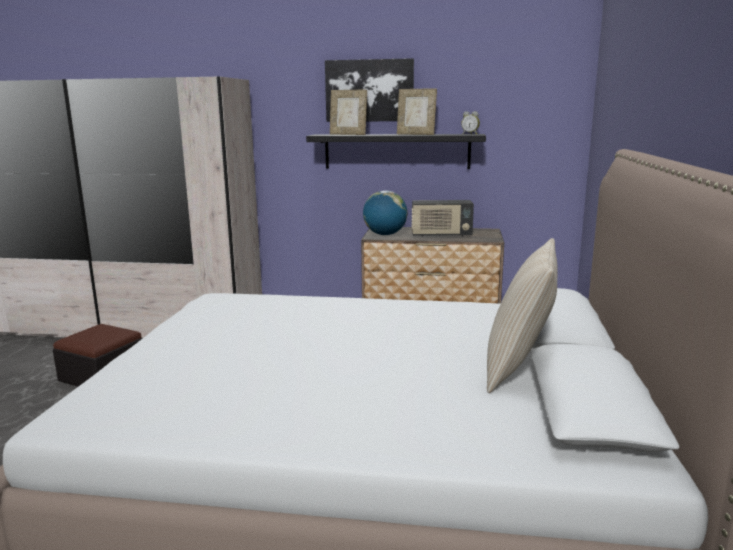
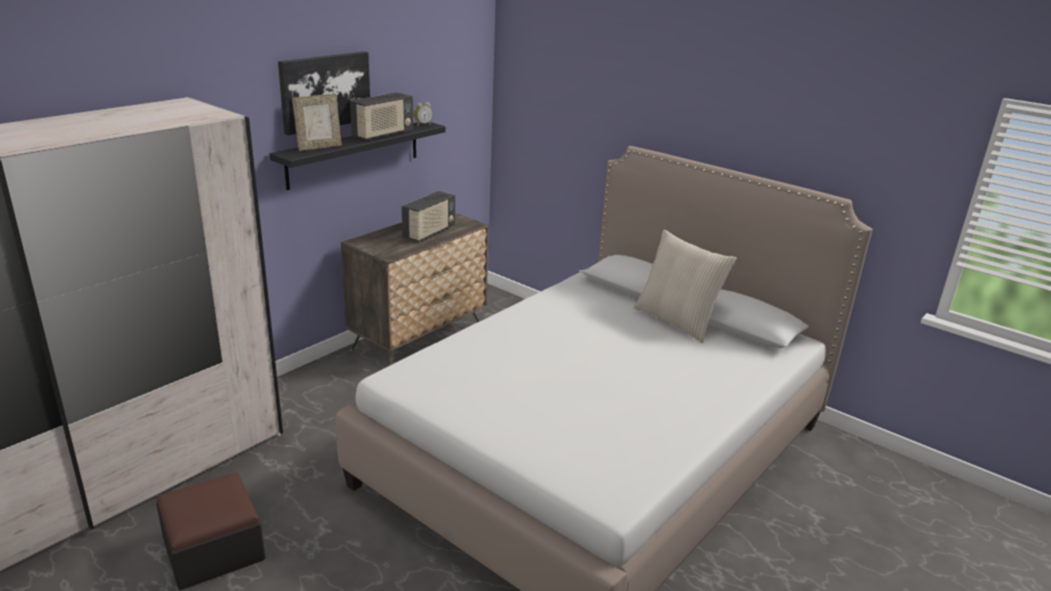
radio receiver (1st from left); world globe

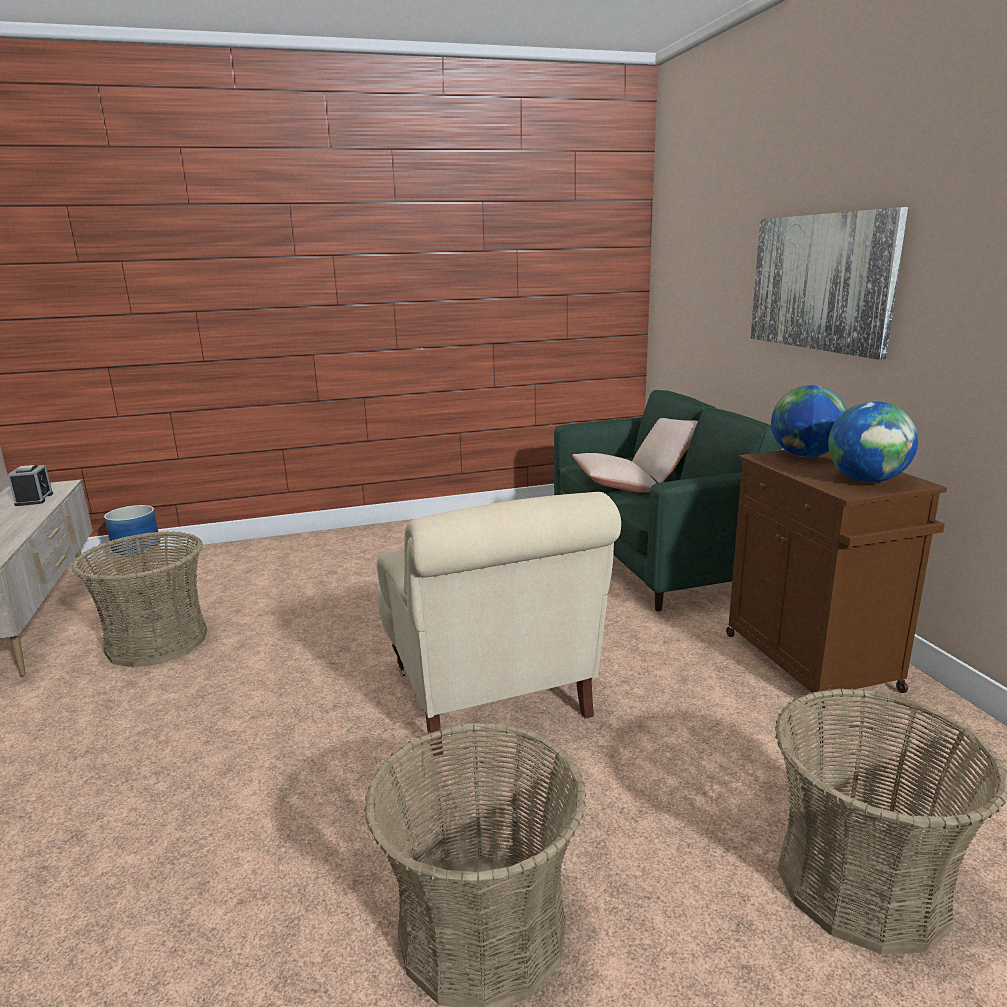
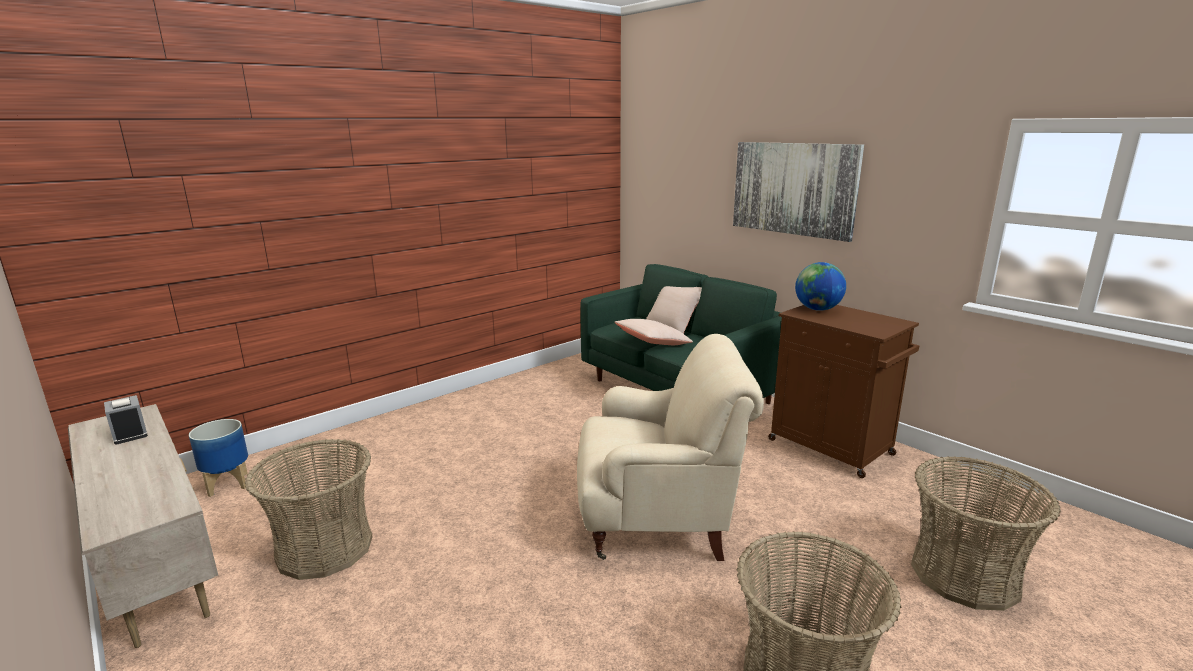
sand-coloured lounge chair; world globe (2nd from left in the first image)

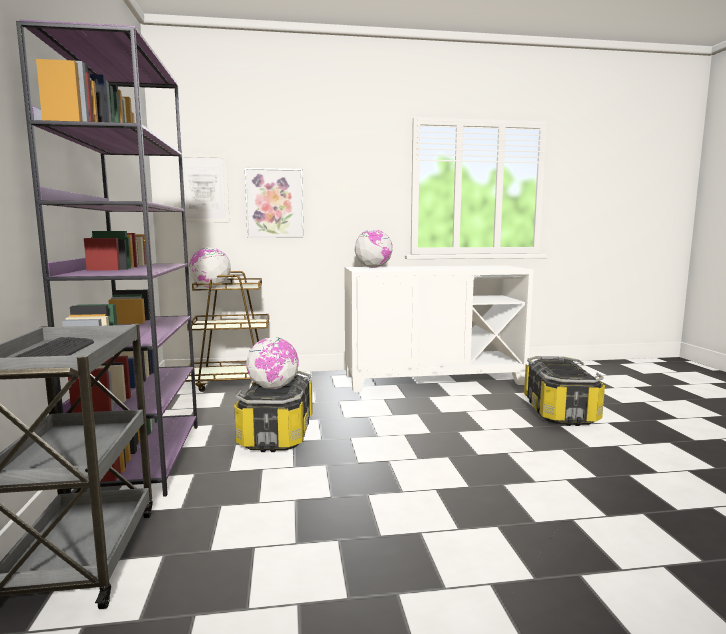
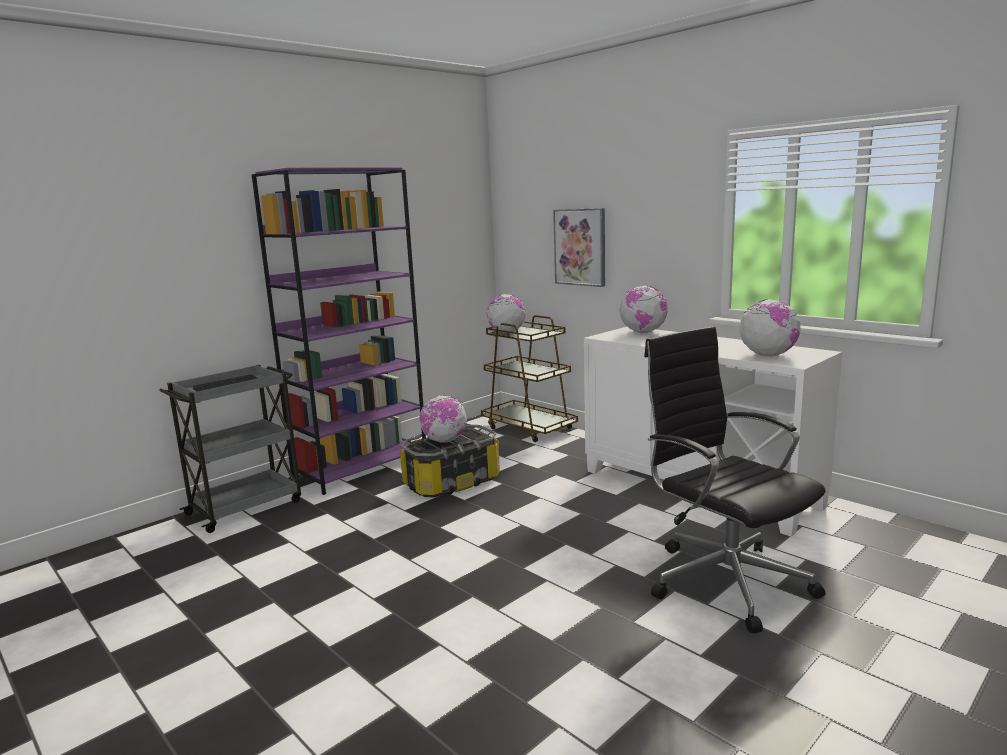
black-coloured desk chair; world globe (4th from left); picture (1st from left in the first image)

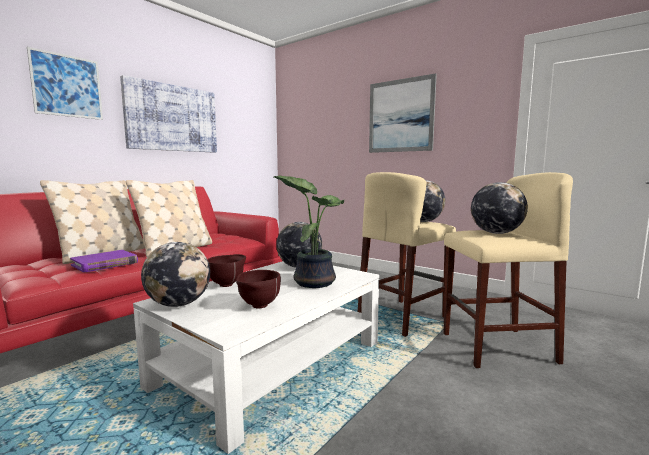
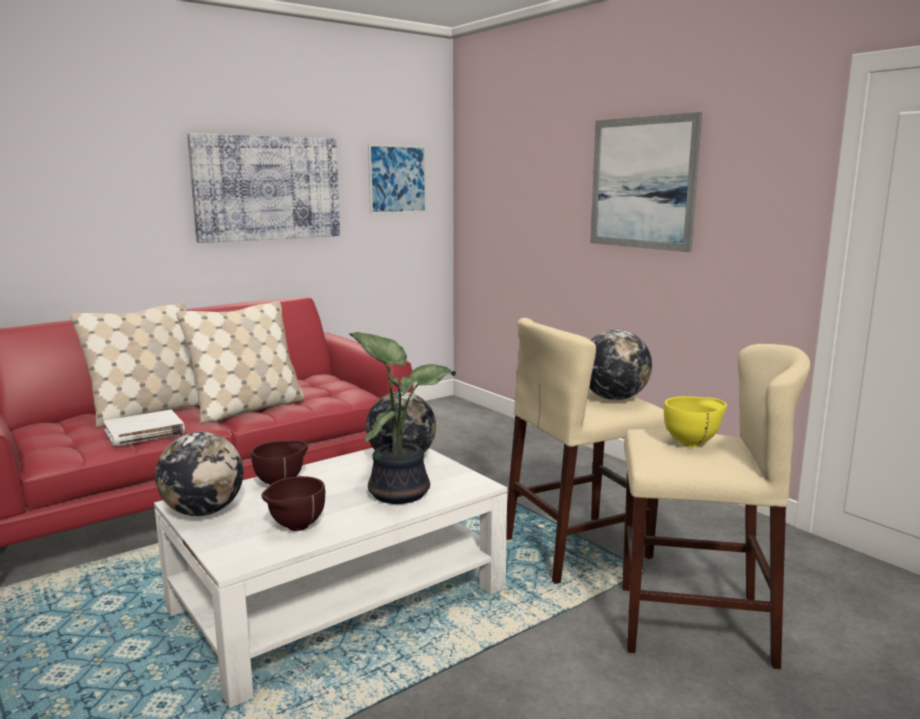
white-coloured book; picture (2nd from left); yellowish serving bowl

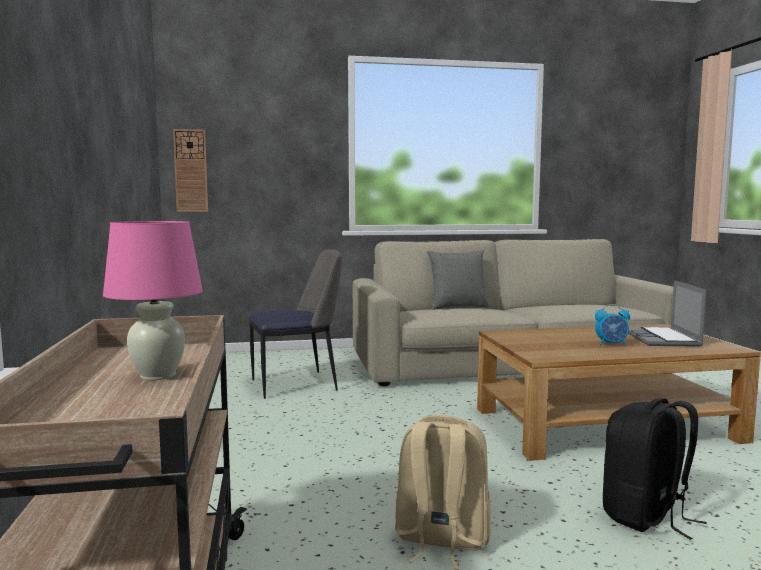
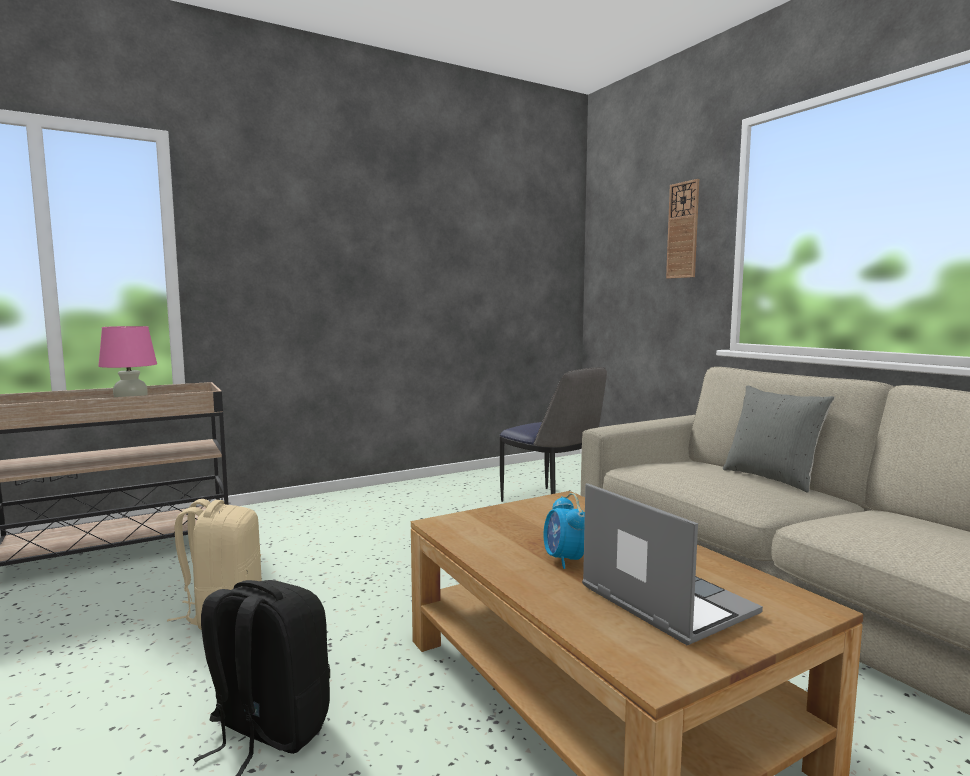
portable computer; clock on the wall

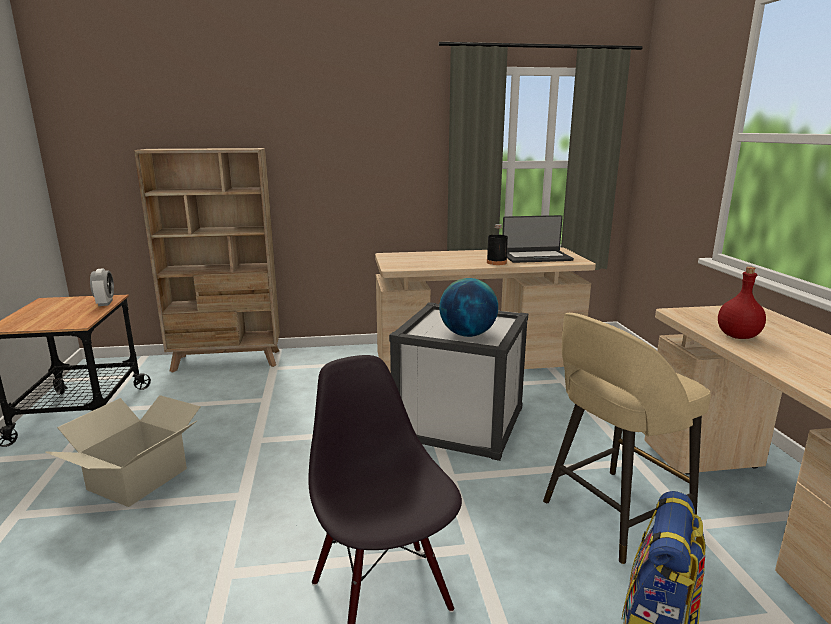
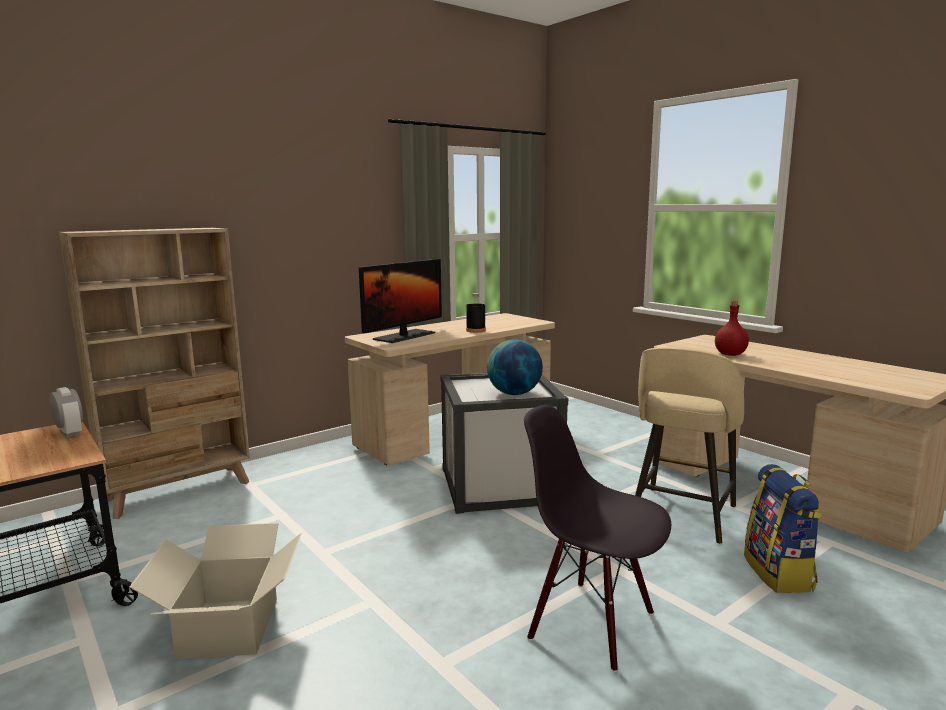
monitor; portable computer

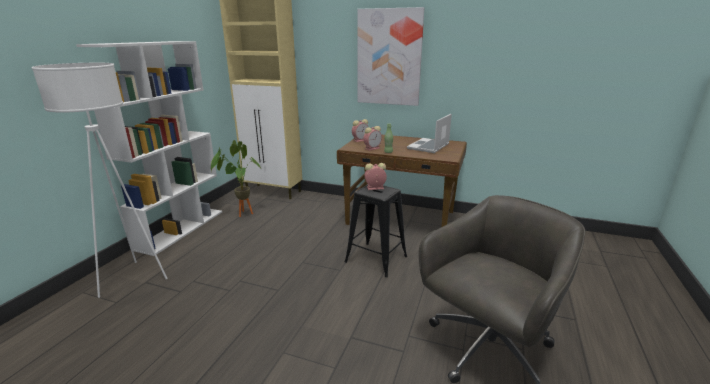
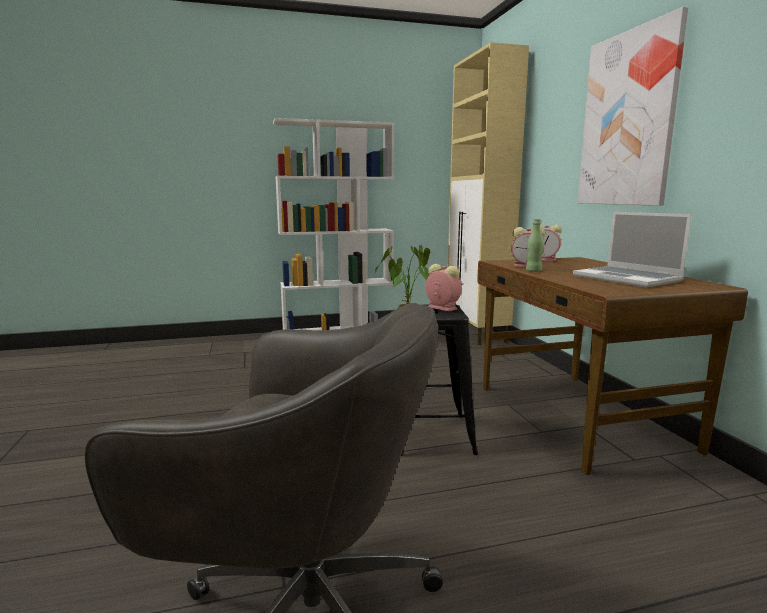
portable computer; white-coloured standard lamp

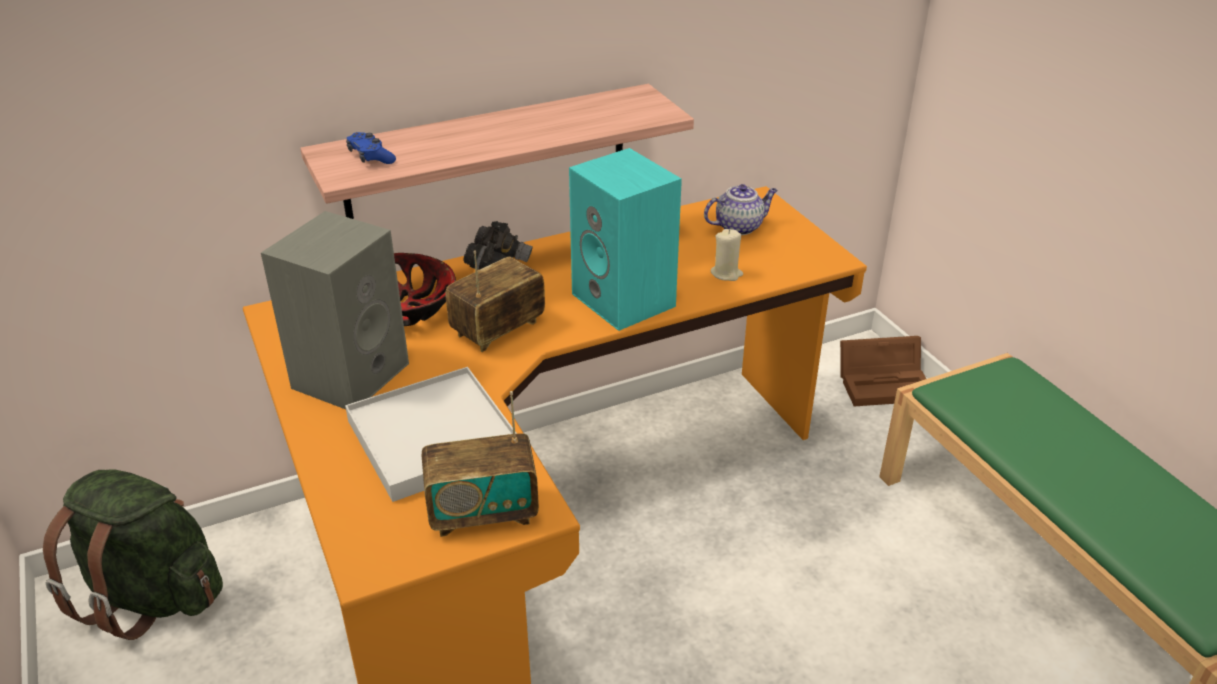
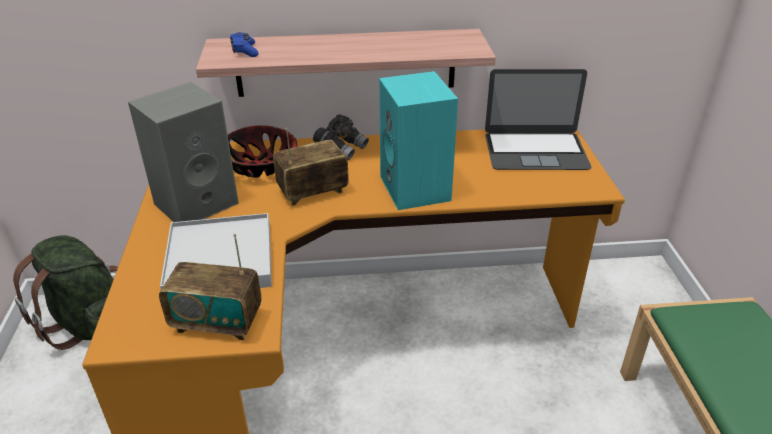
portable computer; sand-coloured candle; brown-coloured storage box

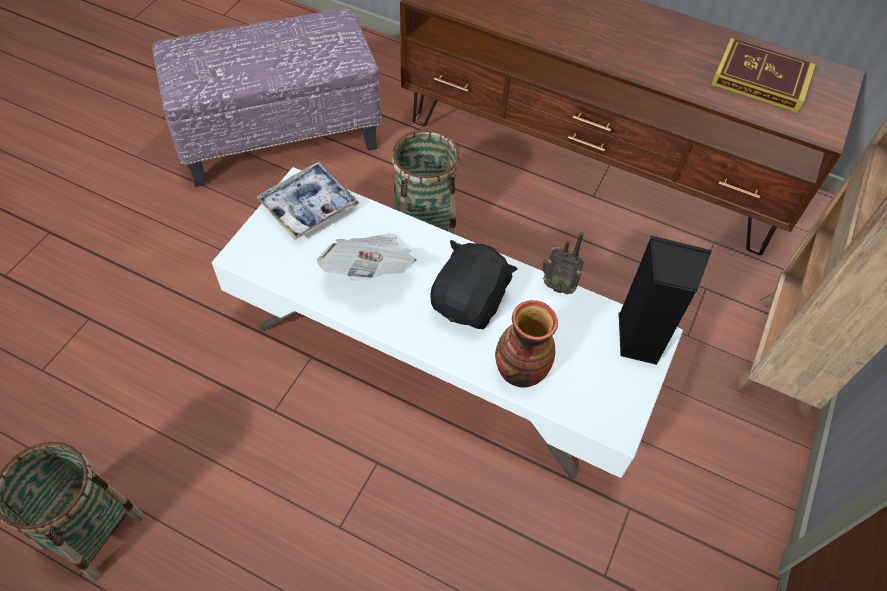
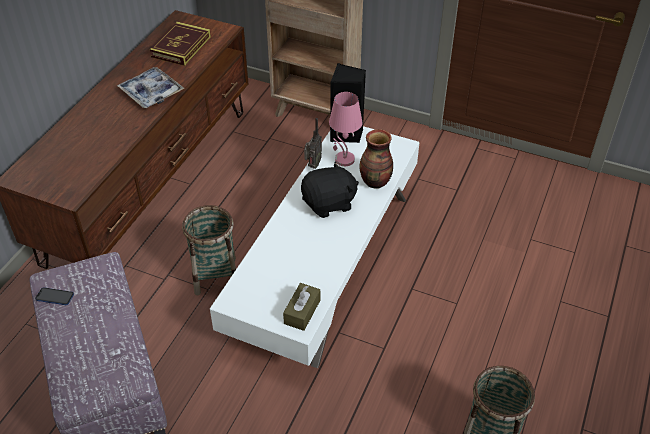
phone; carrying tray; brown-coloured box of tissues; black-coloured plush toy; pink table lamp; newspaper

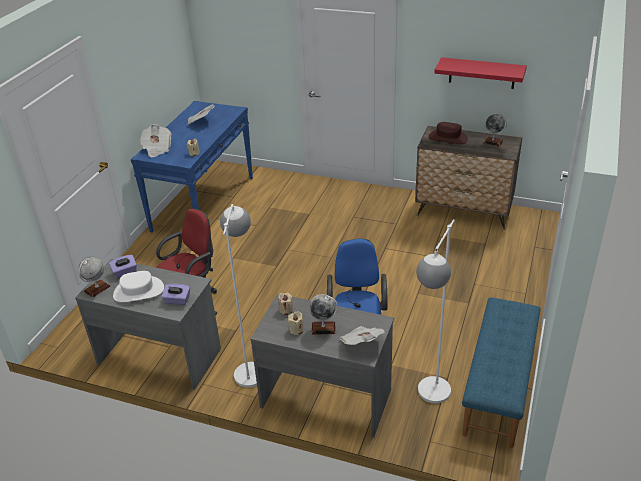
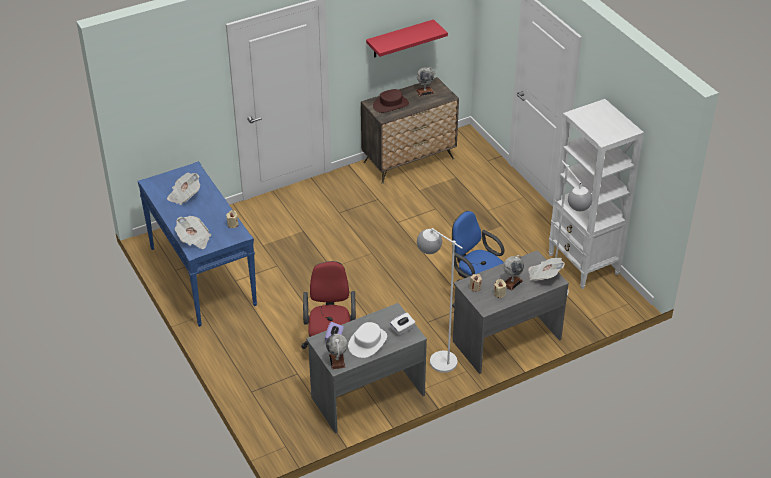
white-coloured box of tissues; white-coloured shelving unit

